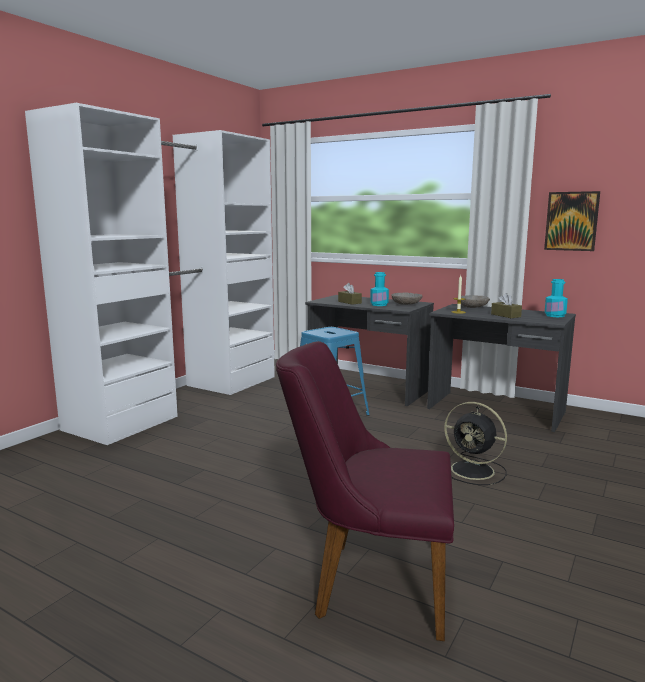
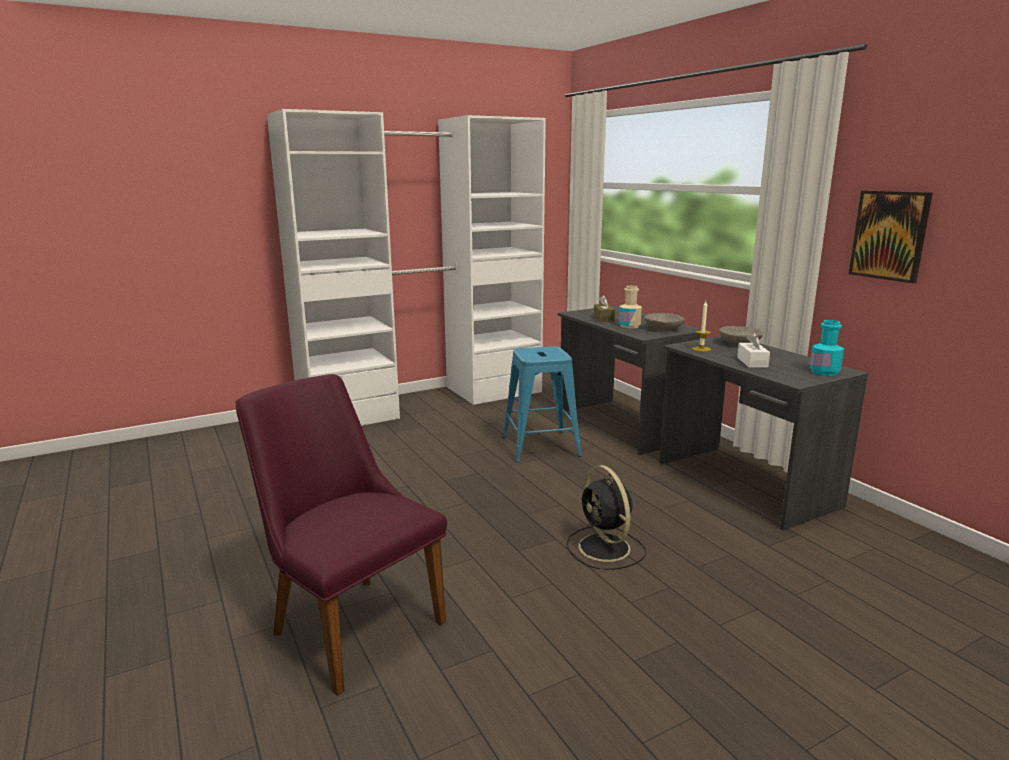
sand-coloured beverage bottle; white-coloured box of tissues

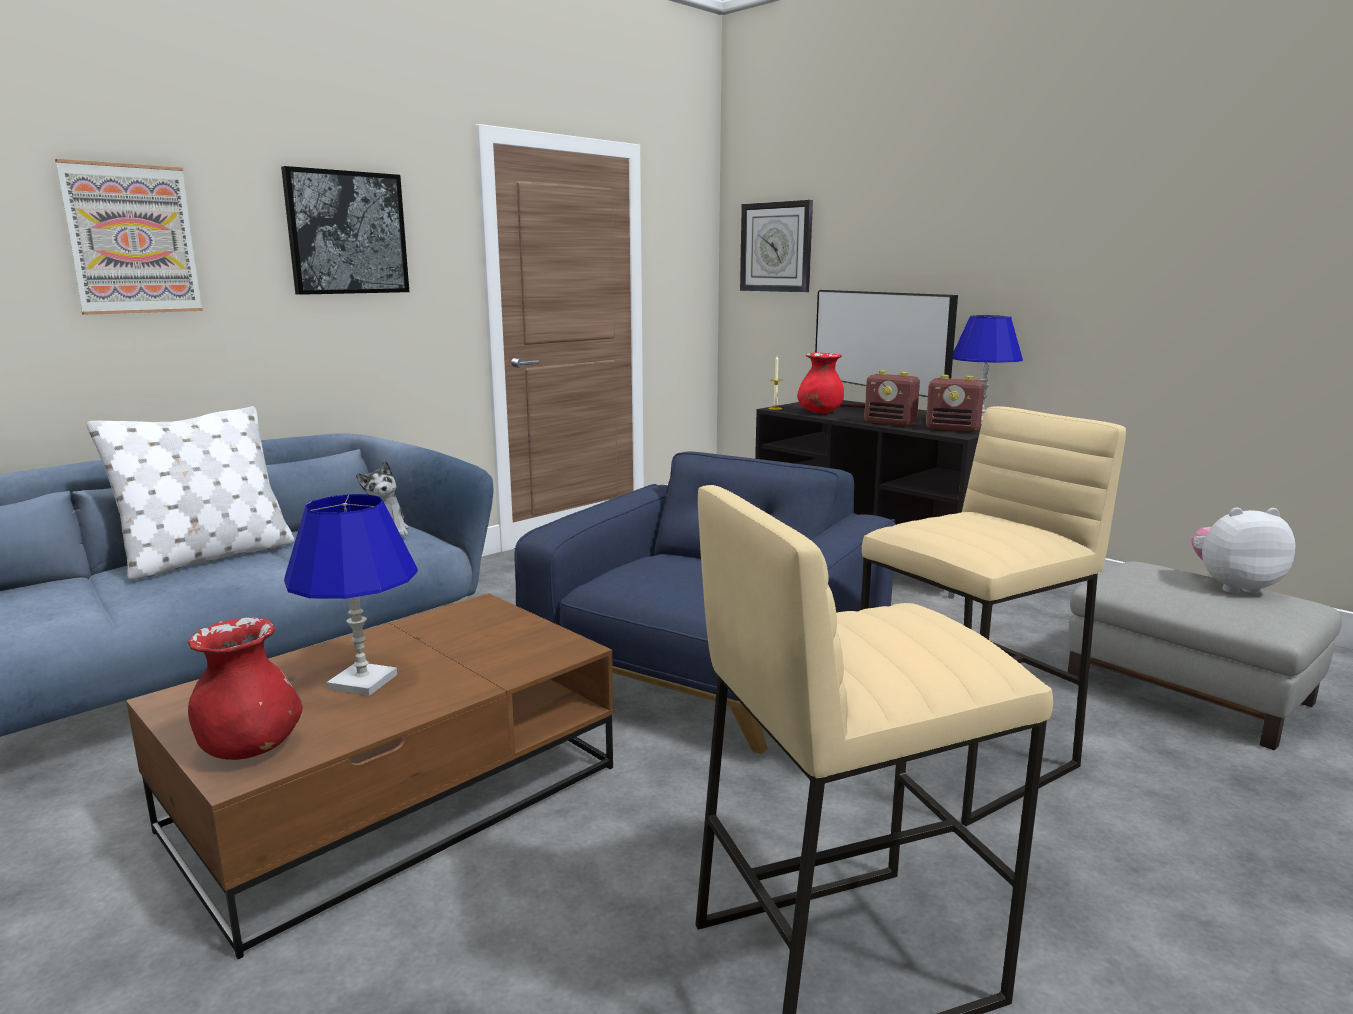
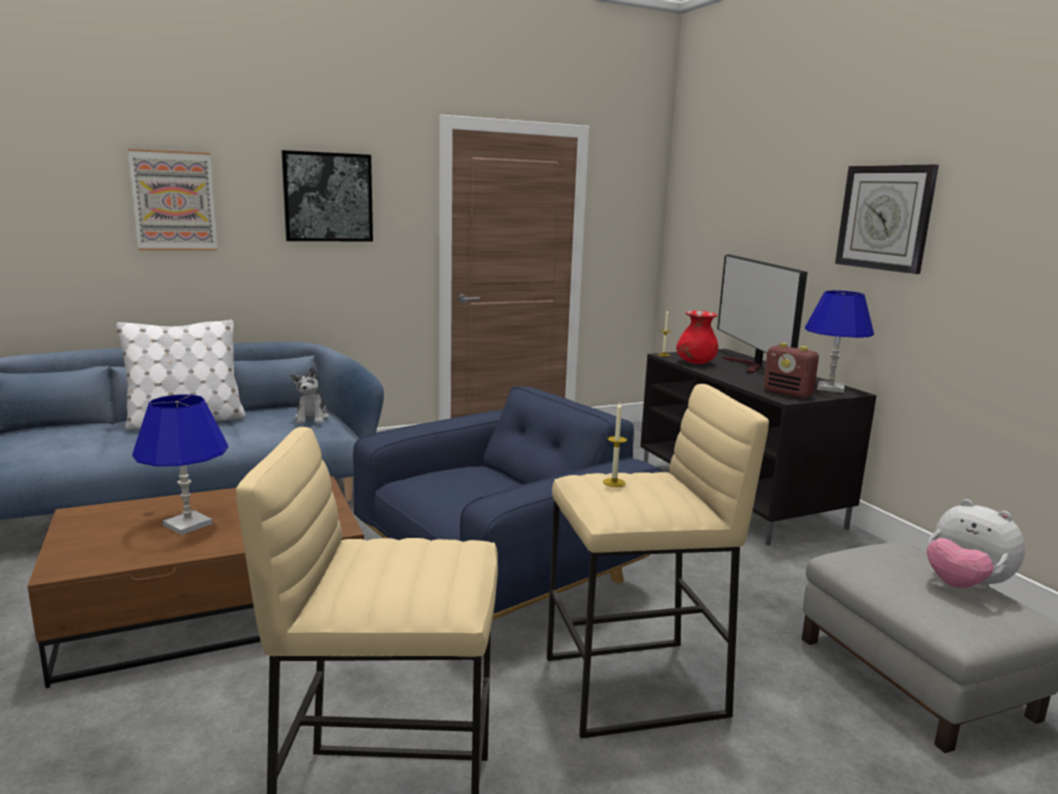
candle (1st from left); clock on the wall; plush toy (2nd from left); red-coloured flower vase (1st from left in the first image); radio receiver (1st from left in the first image)

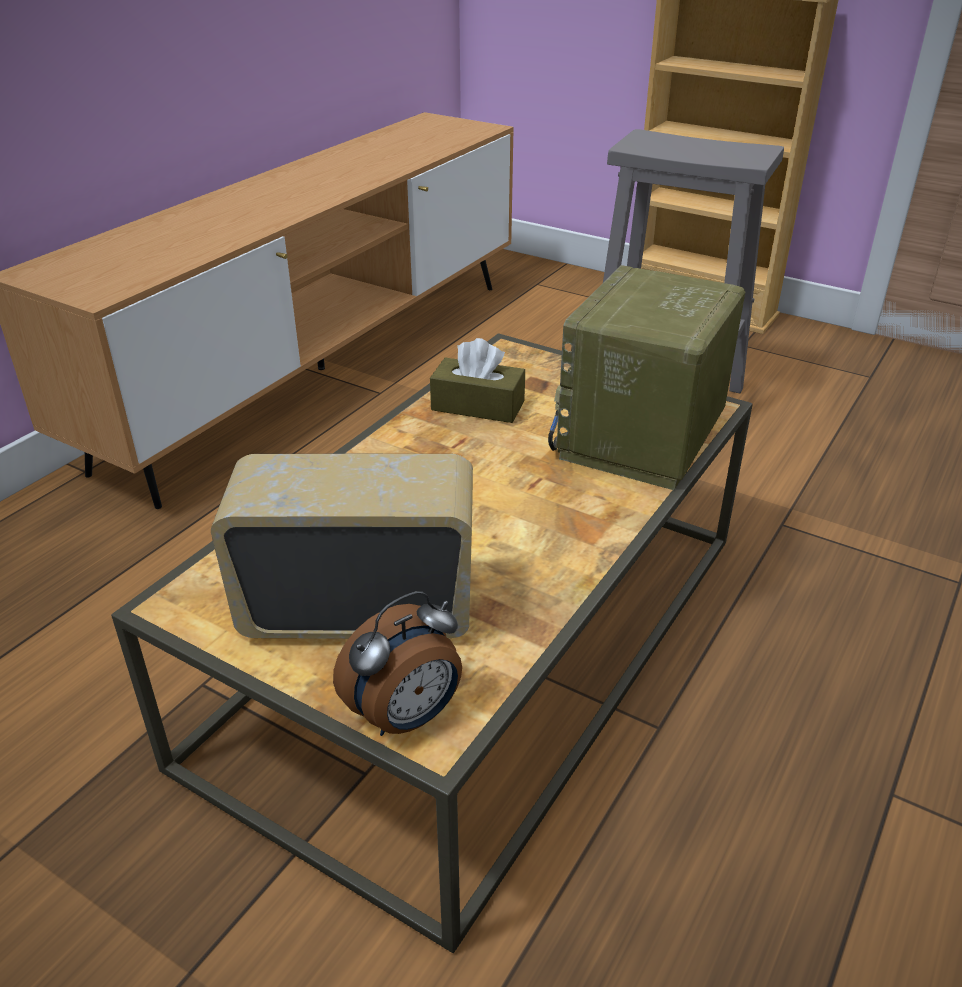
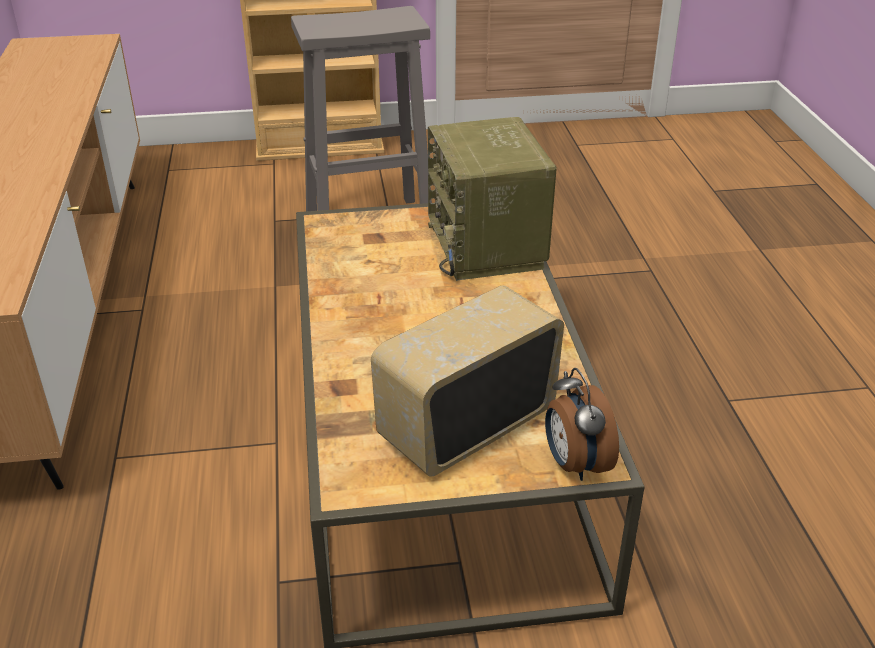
alarm clock; brown-coloured box of tissues

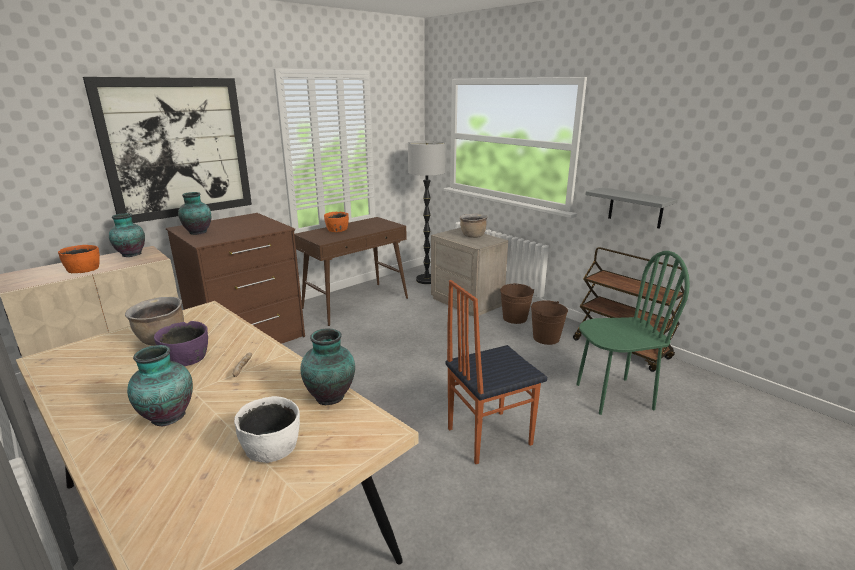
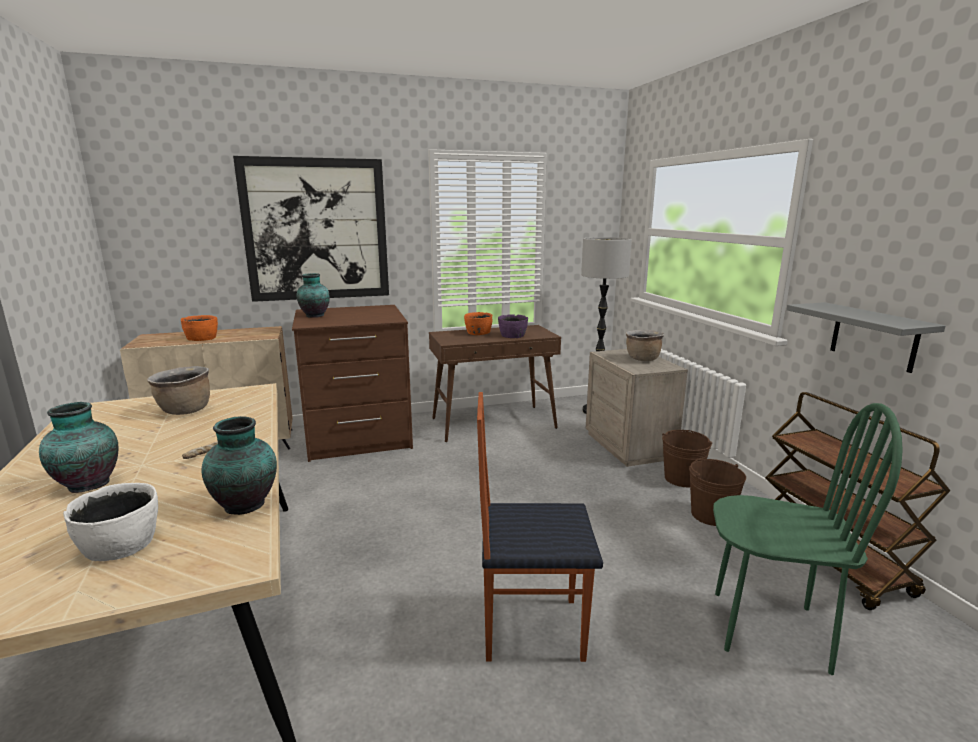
purplish serving bowl; flower vase (1st from left in the first image)

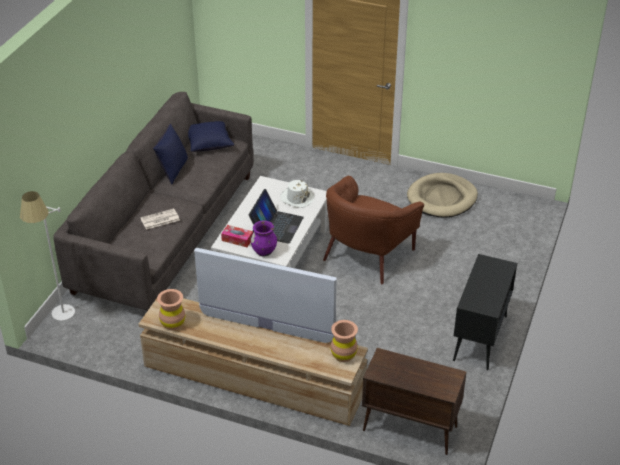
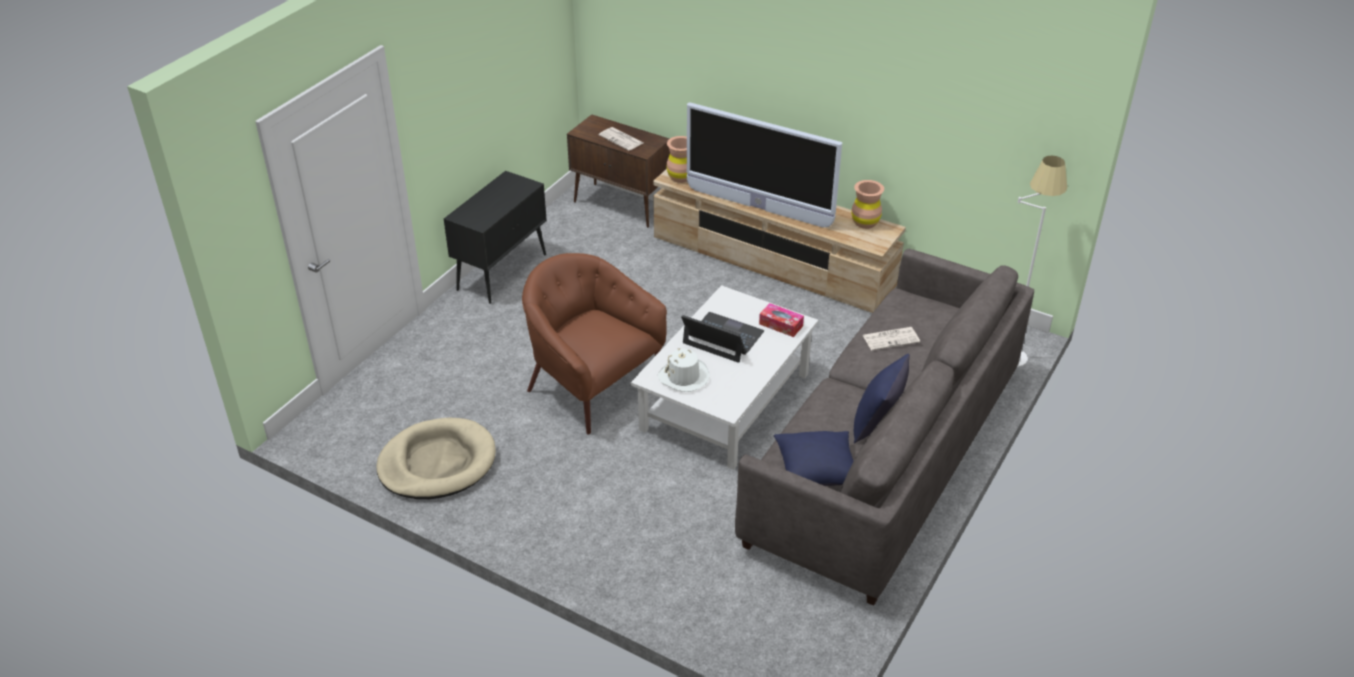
brown-coloured lounge chair; newspaper (1st from left); portable computer; purplish flower vase

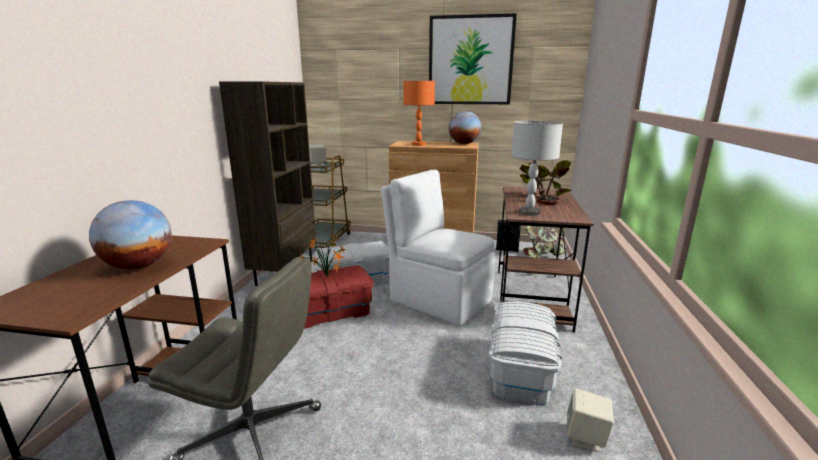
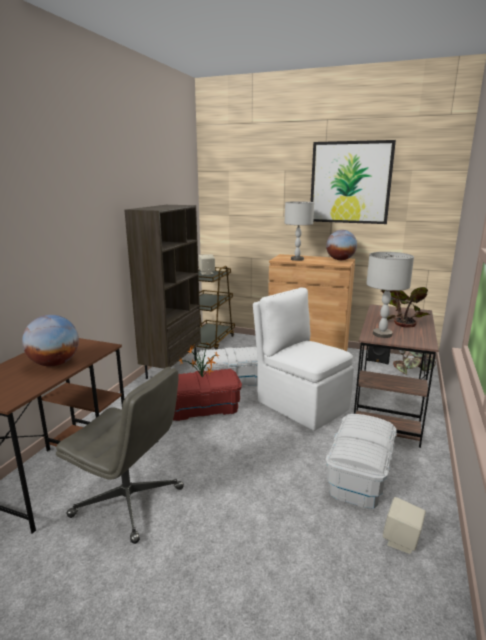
greyish table lamp (1st from left)

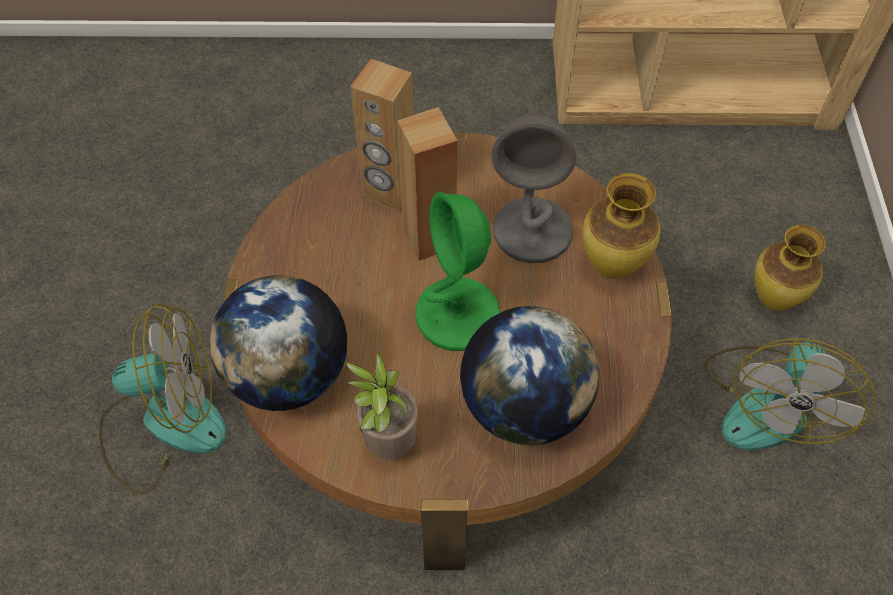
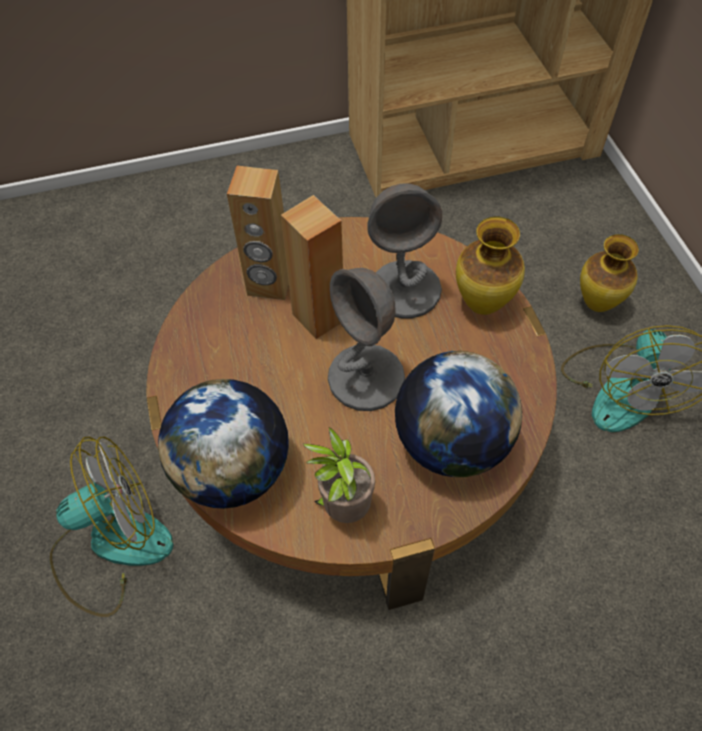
greyish table lamp (1st from left)

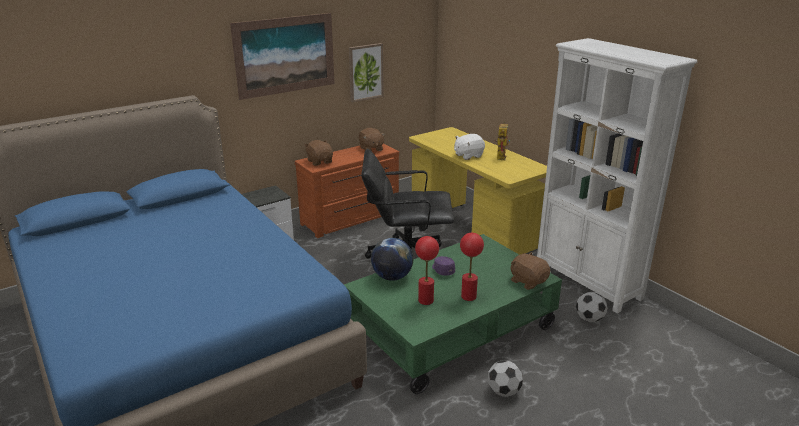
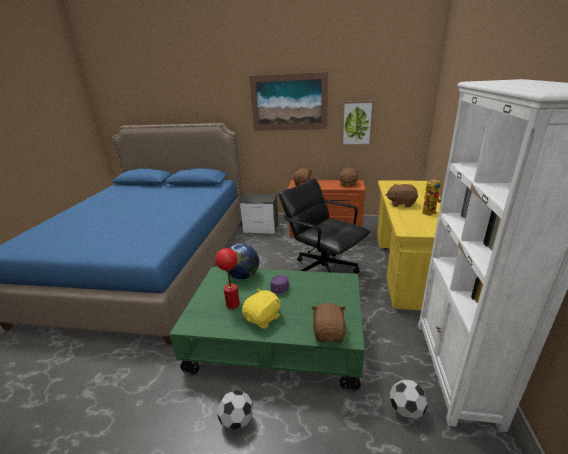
yellowish plush toy; brown-coloured plush toy (4th from left)

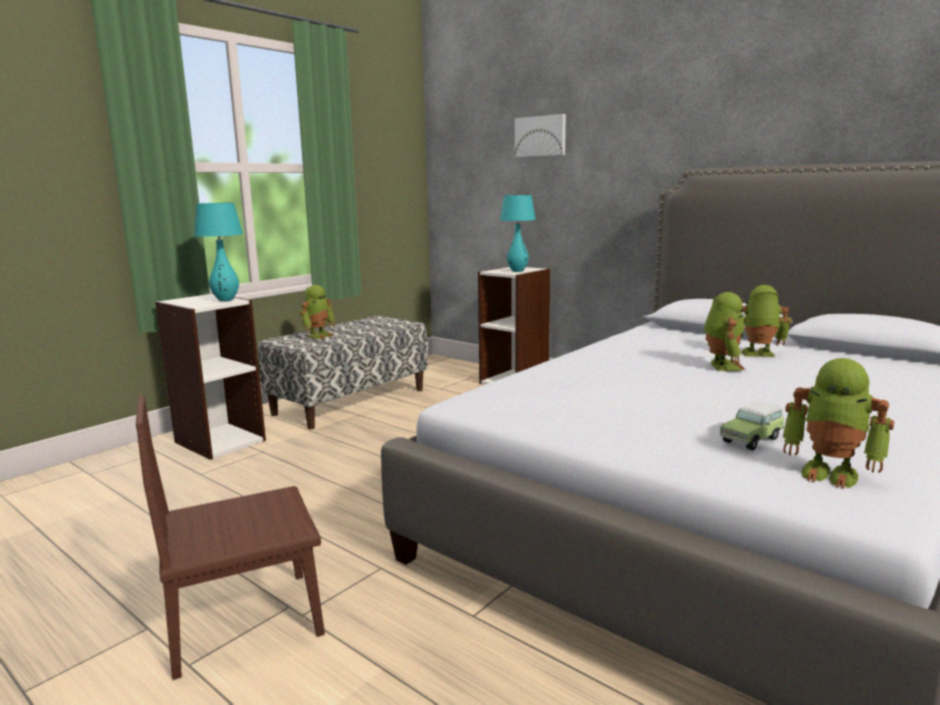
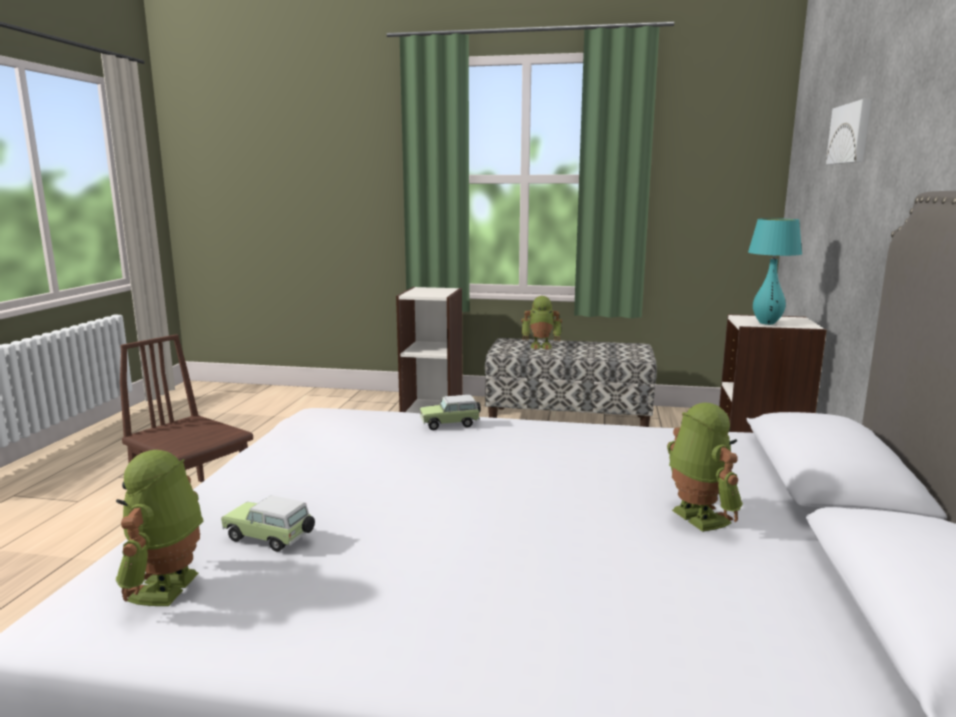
miniature car (2nd from left); turquoise-coloured table lamp (1st from left in the first image); toy robot (2nd from left in the first image)

